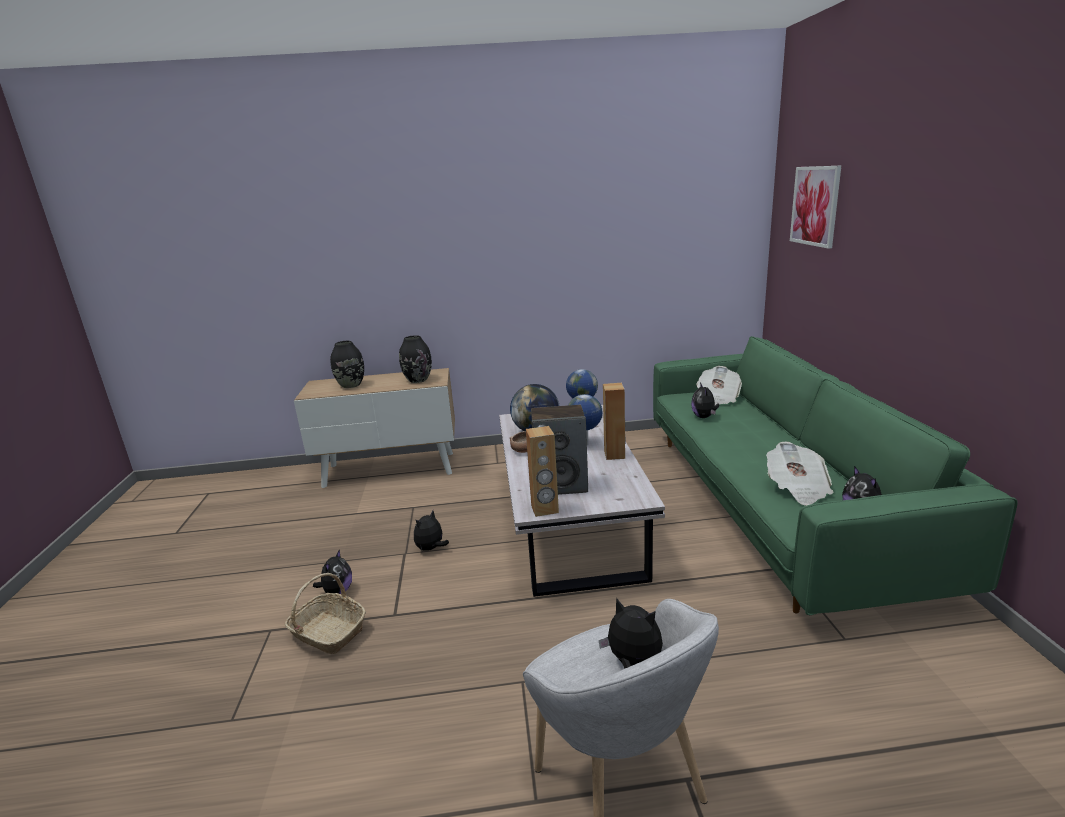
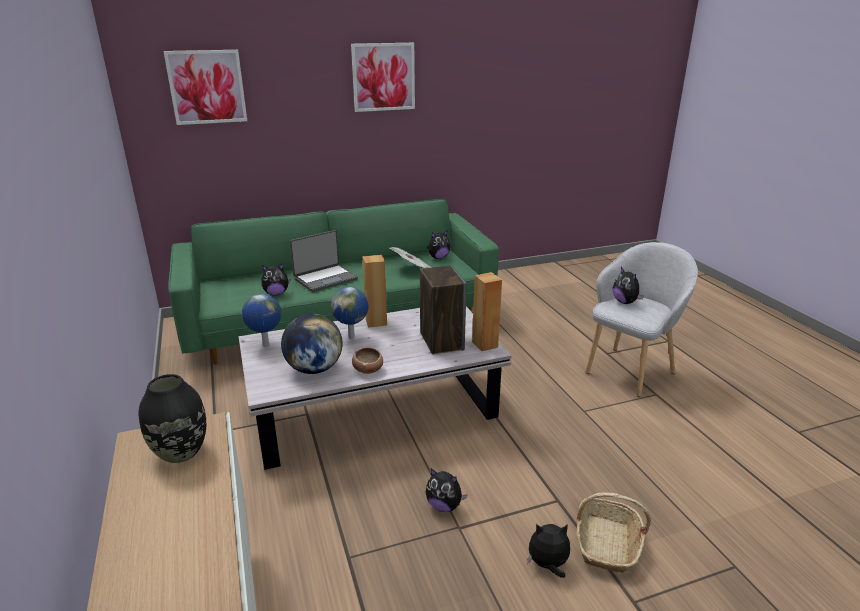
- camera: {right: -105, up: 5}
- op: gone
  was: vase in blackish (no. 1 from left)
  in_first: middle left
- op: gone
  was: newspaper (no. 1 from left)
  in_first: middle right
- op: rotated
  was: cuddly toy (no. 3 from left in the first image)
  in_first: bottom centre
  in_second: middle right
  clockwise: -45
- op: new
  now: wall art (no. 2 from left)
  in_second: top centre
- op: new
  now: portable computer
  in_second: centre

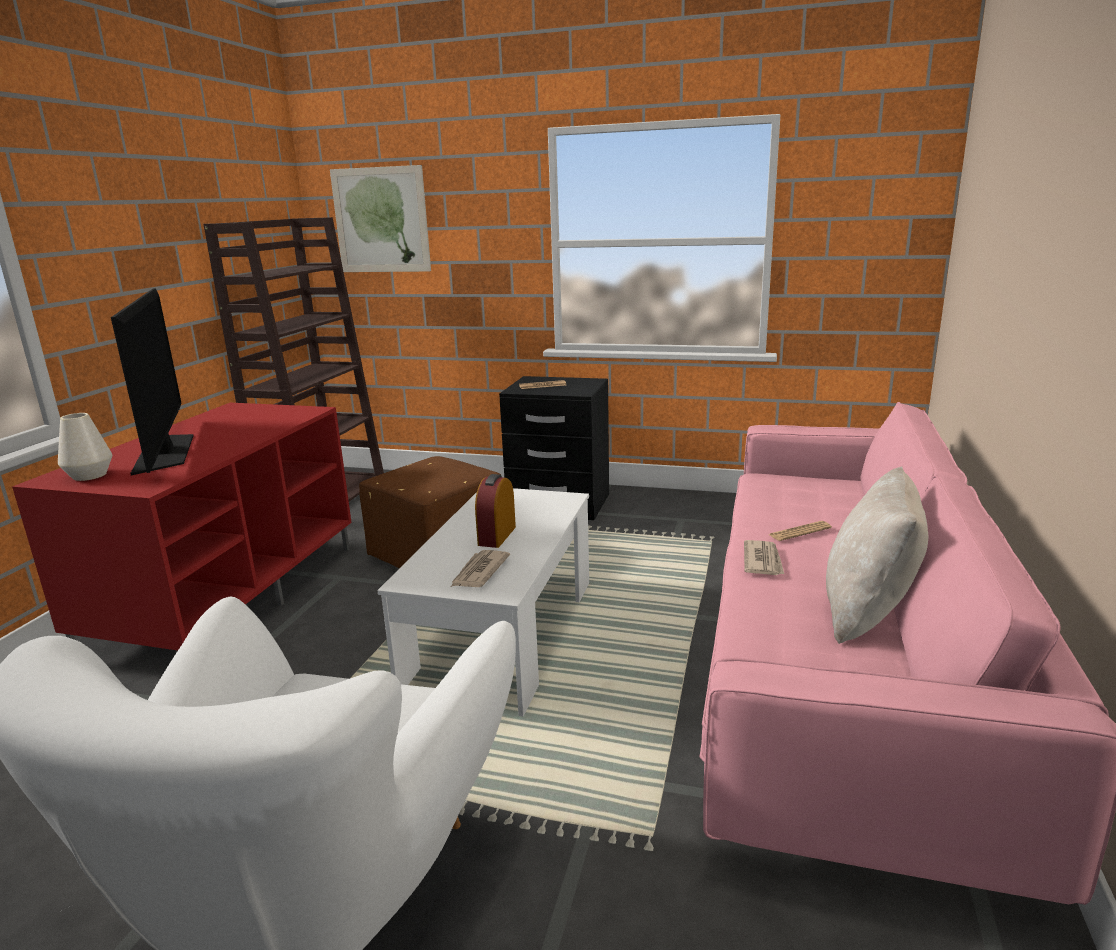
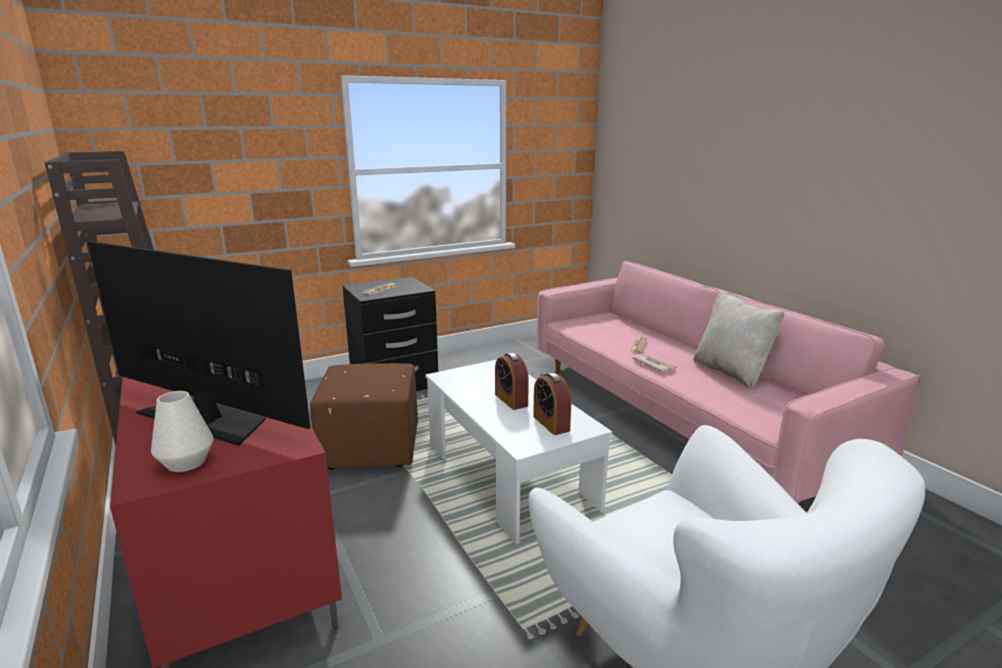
- camera: {right: -45, up: 0}
- op: gone
  was: wall art
  in_first: top centre
- op: swapped
  was: newspaper (no. 1 from left)
  now: table clock (no. 2 from left)
  in_first: centre
  in_second: centre

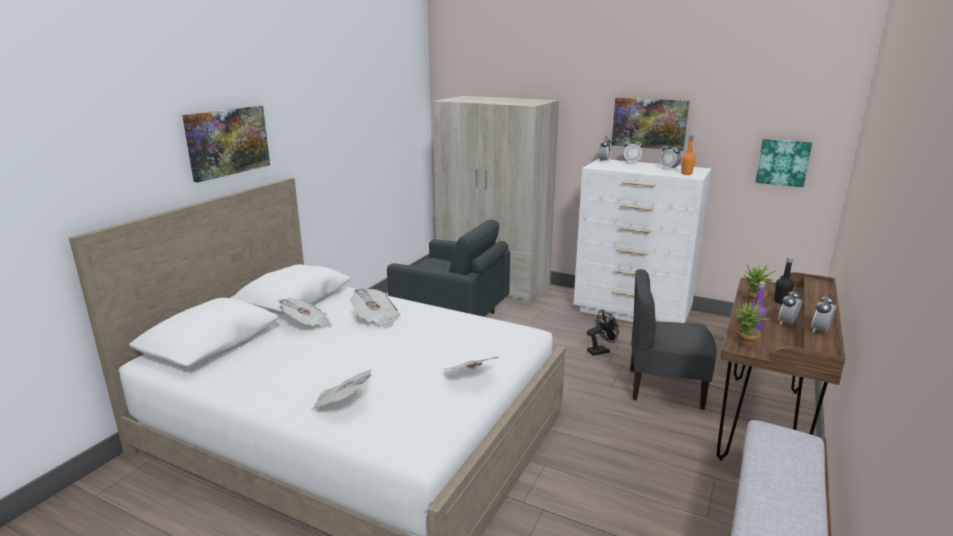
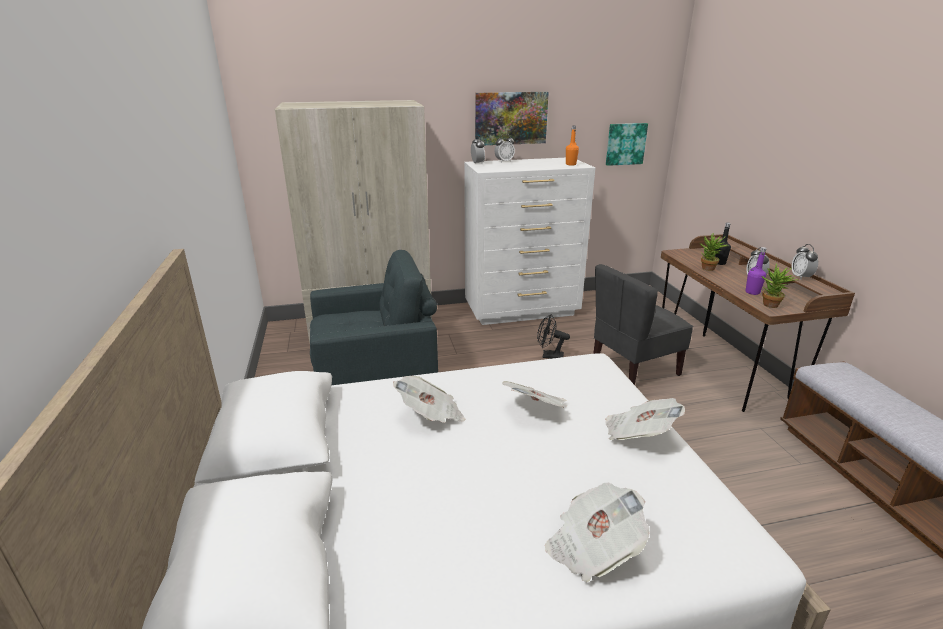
- camera: {right: -40, up: 5}
- op: gone
  was: wall art (no. 1 from left)
  in_first: top left
- op: gone
  was: table clock (no. 3 from left)
  in_first: top right
- op: shifted
  was: newspaper (no. 1 from left in the first image)
  now: newspaper (no. 2 from left)
  in_first: middle left
  in_second: centre
- op: rotated
  was: electric fan in blackish
  in_first: centre
  in_second: centre
  clockwise: -105

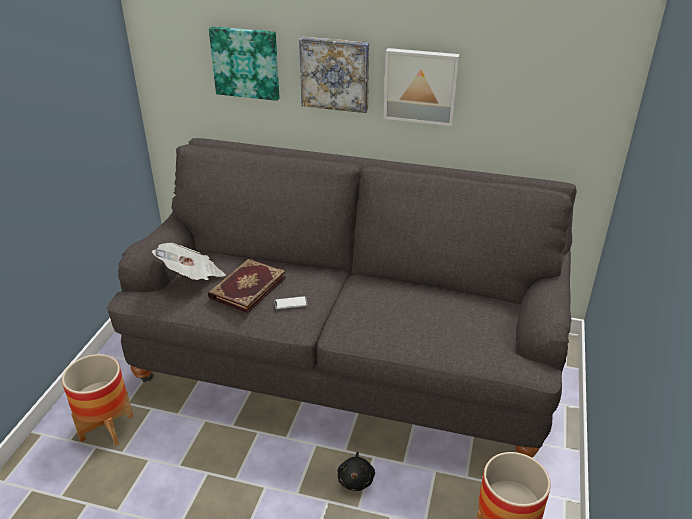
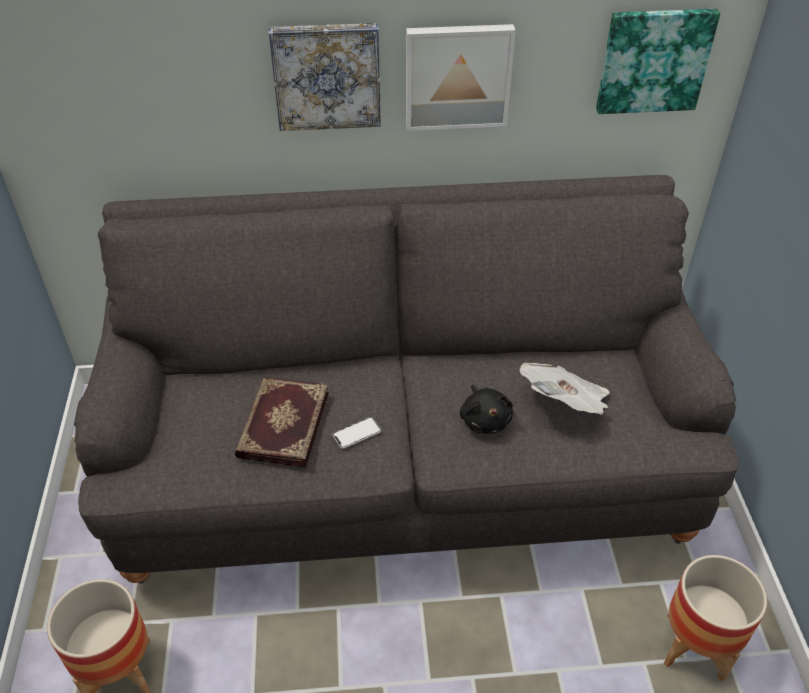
- camera: {right: -20, up: 10}
- op: shifted
  was: wall art (no. 1 from left in the first image)
  now: wall art (no. 3 from left)
  in_first: top centre
  in_second: top right
- op: shifted
  was: newspaper
  in_first: middle left
  in_second: middle right
- op: shifted
  was: cuddly toy in blackish
  in_first: bottom centre
  in_second: centre

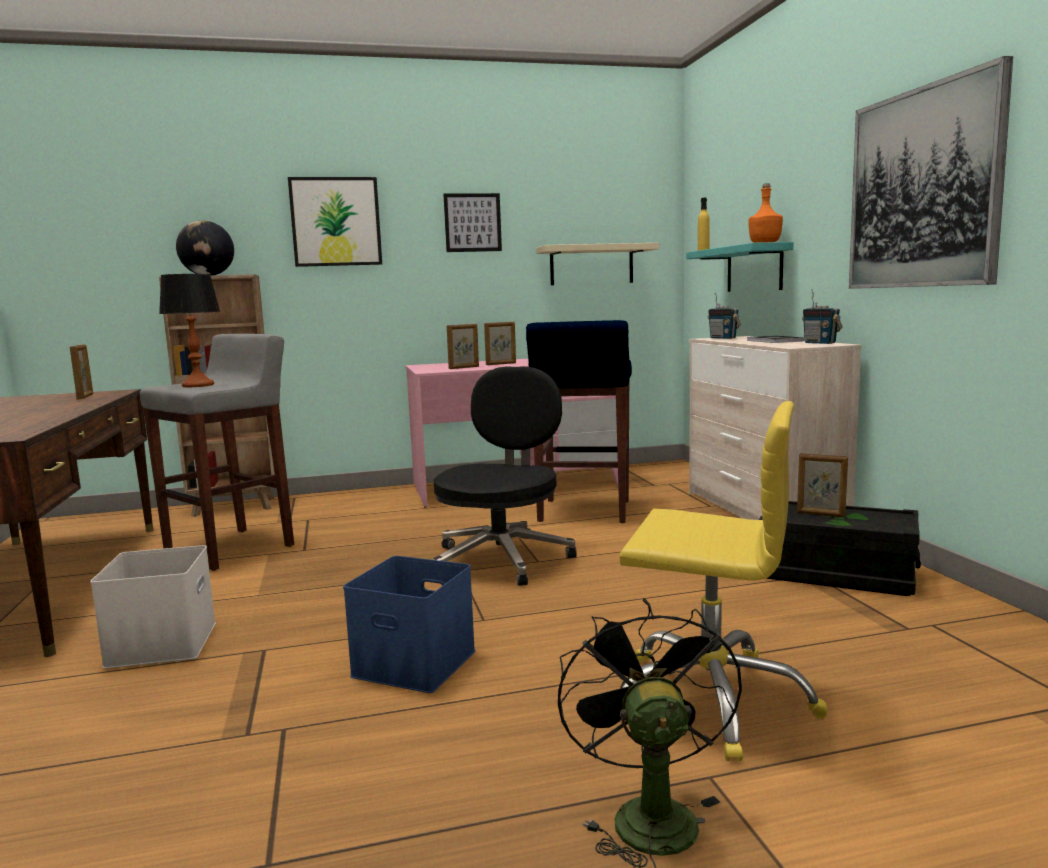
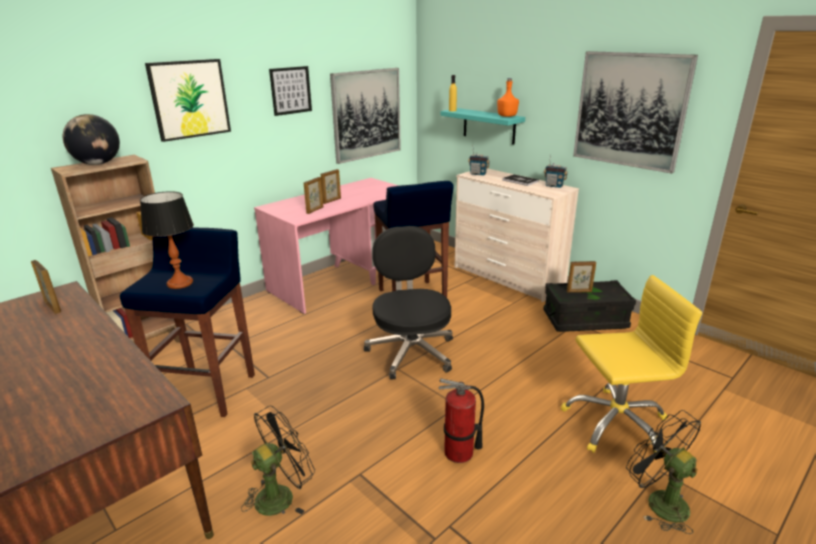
- camera: {right: -30, up: 15}
- op: swapped
  was: bracket shelf in beige
  now: wall art (no. 3 from left)
  in_first: top centre
  in_second: top centre
- op: repainted
  was: stool seat in greyish
  now: stool seat in bluish (no. 1 from left)
  in_first: middle left
  in_second: middle left
- op: swapped
  was: storage box in whitish
  now: electric fan in blackish (no. 1 from left)
  in_first: bottom left
  in_second: bottom centre
- op: swapped
  was: storage box in bluish
  now: extinguisher
  in_first: bottom centre
  in_second: bottom centre

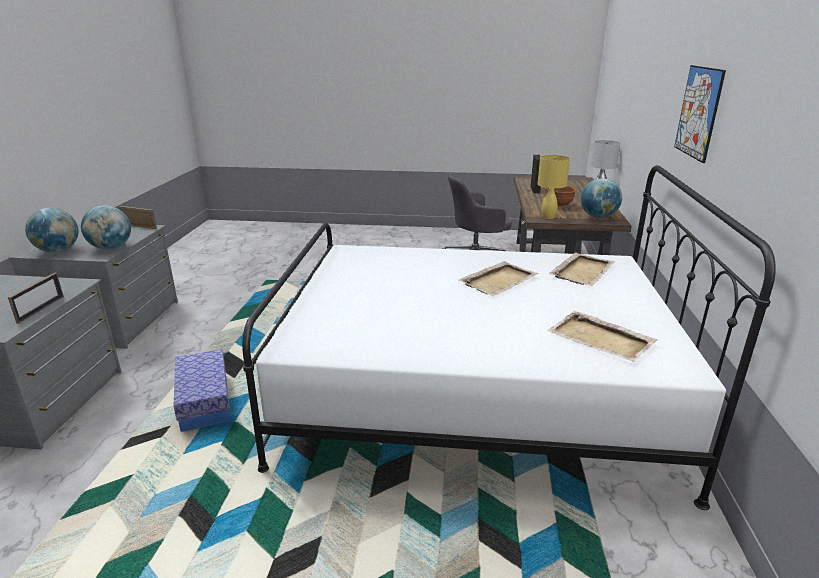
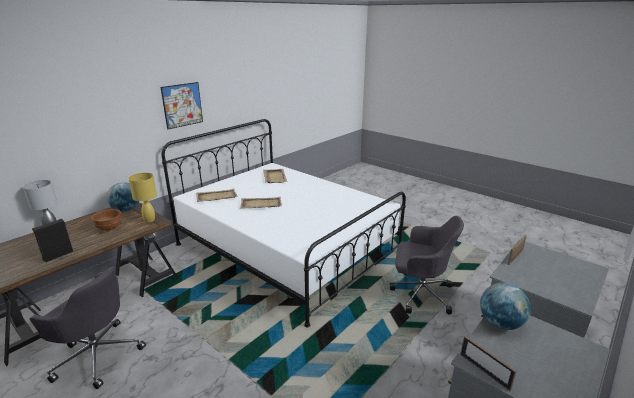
- camera: {right: -145, up: 0}
- op: gone
  was: globe (no. 1 from left)
  in_first: middle left
- op: swapped
  was: storage box
  now: desk chair in greyish (no. 2 from left)
  in_first: bottom left
  in_second: middle right

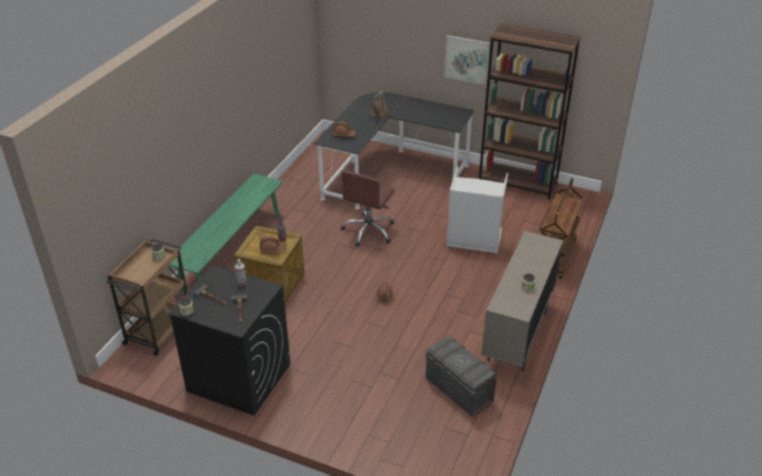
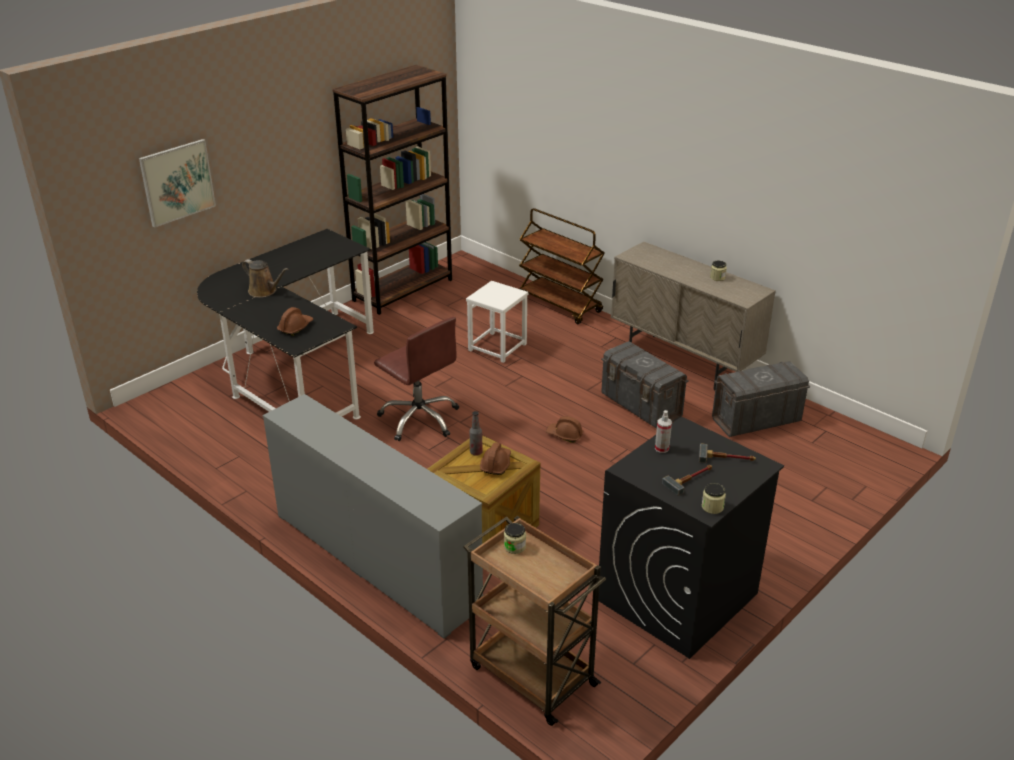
- camera: {right: -70, up: -5}
- op: shifted
  was: wall art
  in_first: top centre
  in_second: top left
- op: swapped
  was: washing basket in greyish
  now: stool seat in whitish
  in_first: centre
  in_second: centre
- op: swapped
  was: long seat in green
  now: drawer chest in greyish
  in_first: middle left
  in_second: bottom centre
- op: new
  now: storage box in greyish (no. 1 from left)
  in_second: centre

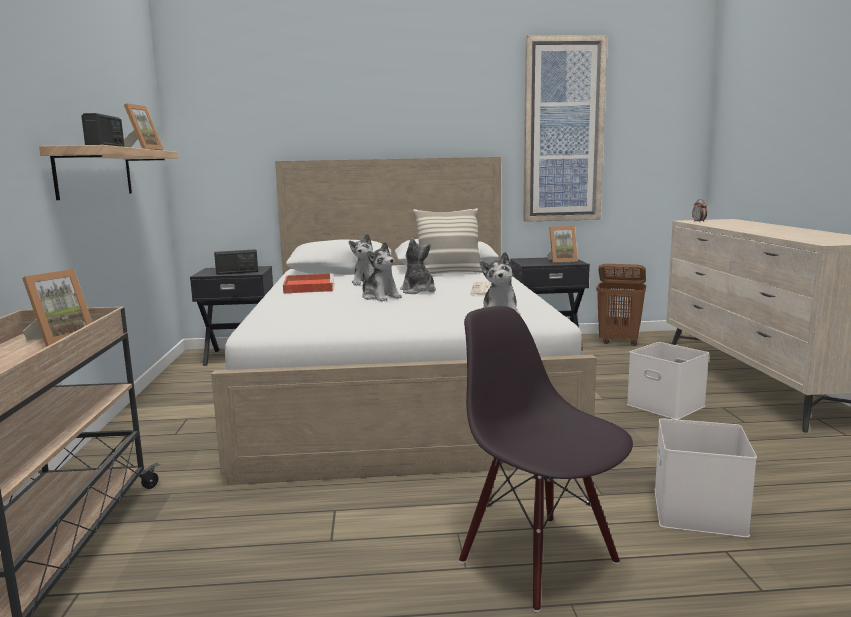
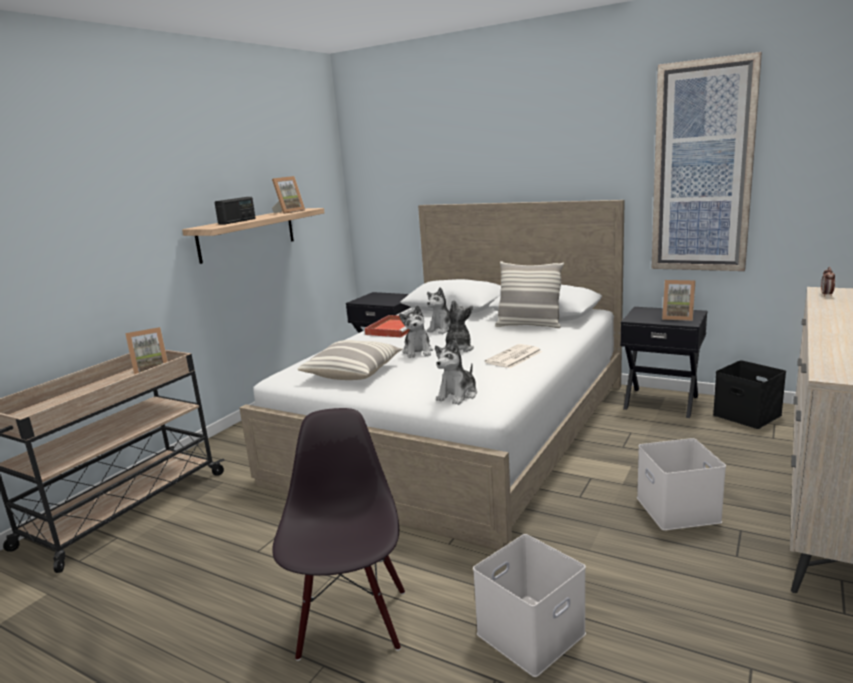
- camera: {right: 35, up: 5}
- op: gone
  was: radio receiver (no. 2 from left)
  in_first: middle left
- op: swapped
  was: washing basket in brown
  now: storage box in blackish
  in_first: middle right
  in_second: middle right
- op: new
  now: pillow (no. 1 from left)
  in_second: centre

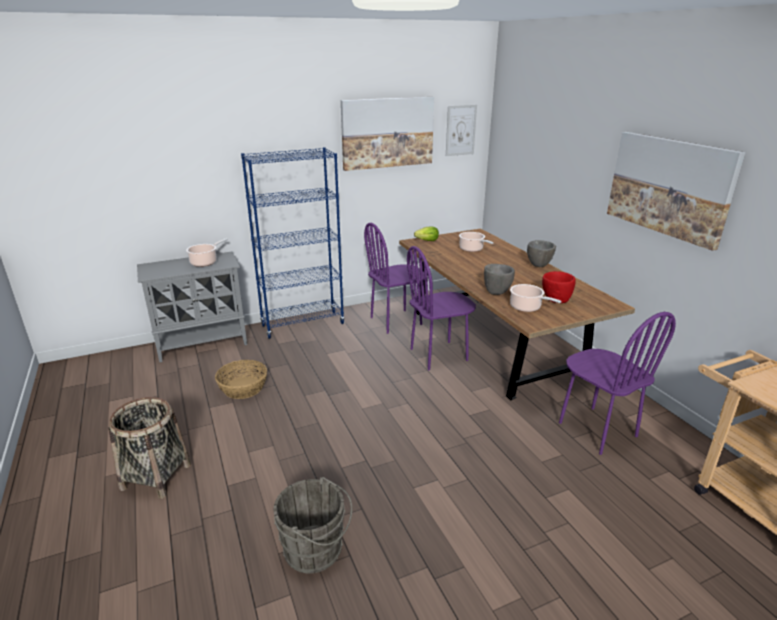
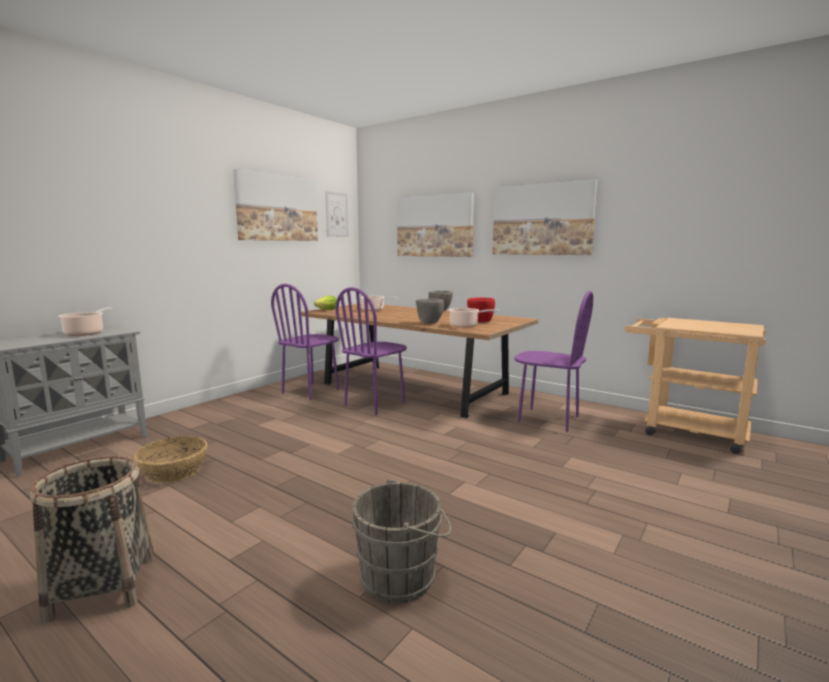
- camera: {right: -30, up: -15}
- op: gone
  was: shelving unit in bluish
  in_first: centre
- op: new
  now: wall art (no. 3 from left)
  in_second: top centre

